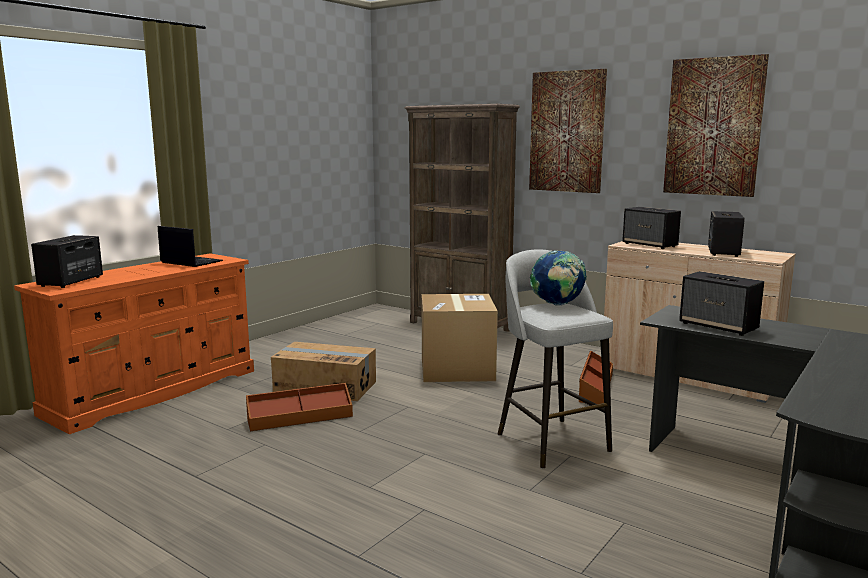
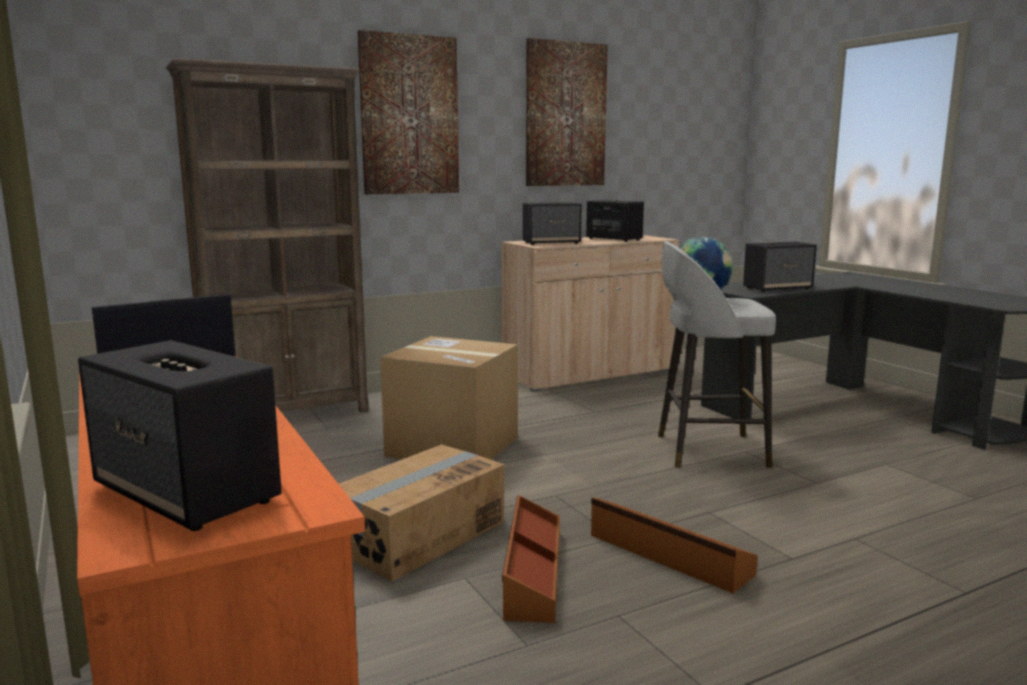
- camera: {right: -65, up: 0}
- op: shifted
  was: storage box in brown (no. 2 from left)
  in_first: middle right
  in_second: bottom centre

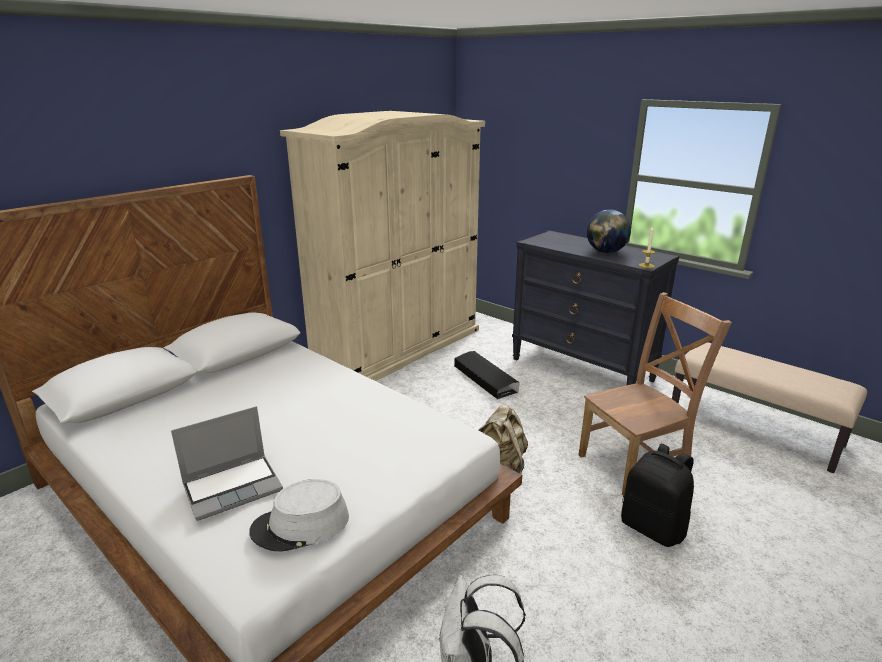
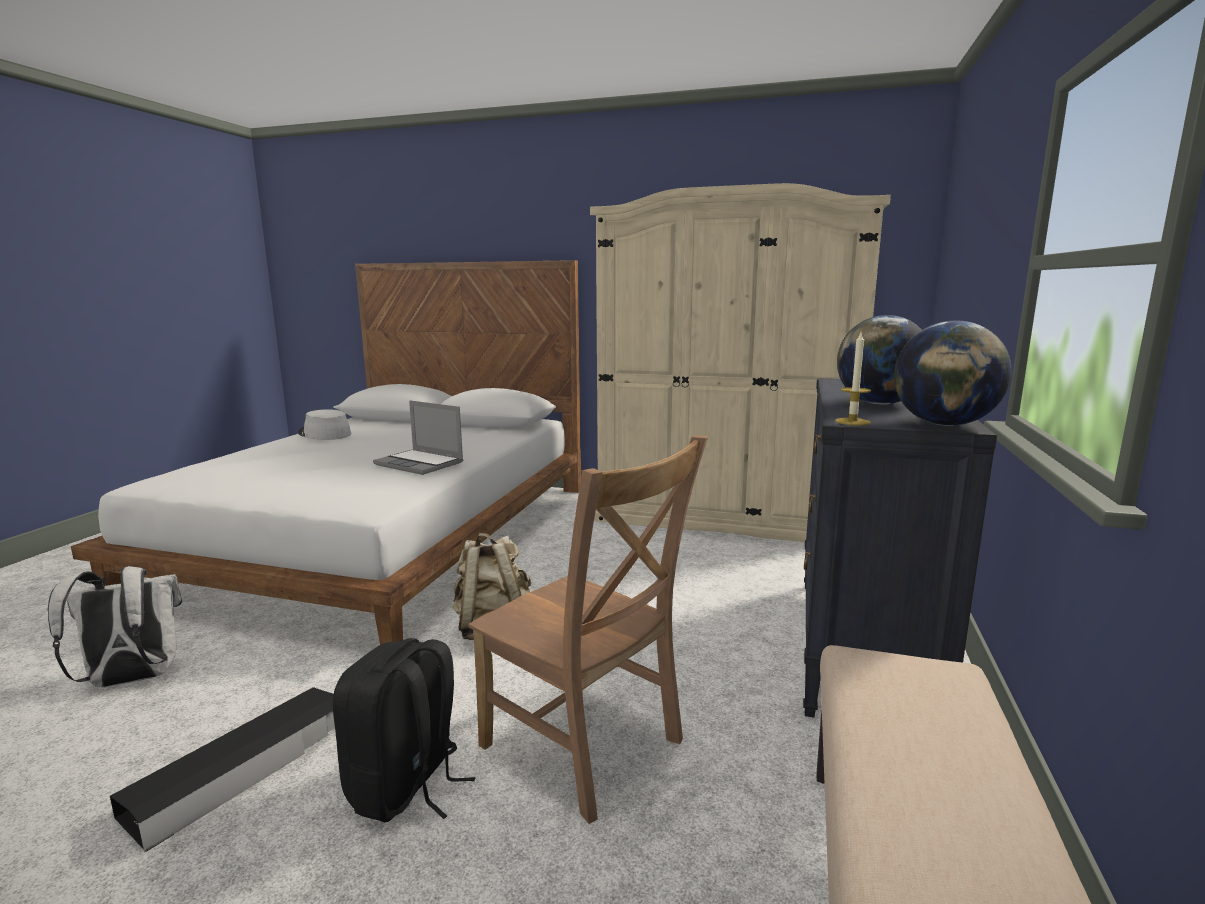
- camera: {right: 65, up: -10}
- op: shifted
  was: storage box in blackish
  in_first: centre
  in_second: bottom left
- op: shifted
  was: portable computer
  in_first: bottom left
  in_second: centre
- op: shifted
  was: wearable hat in greyish
  in_first: bottom centre
  in_second: middle left
- op: new
  now: globe (no. 2 from left)
  in_second: middle right

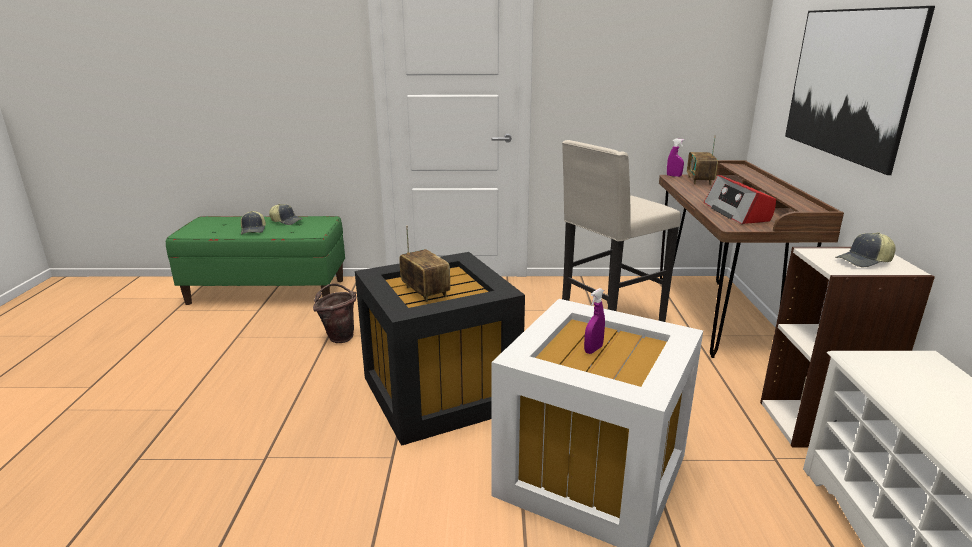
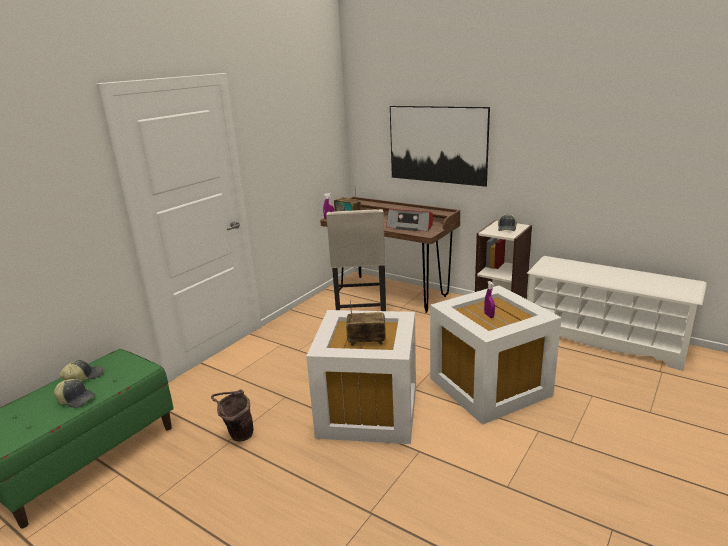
- camera: {right: -55, up: 0}
- op: repainted
  was: storage box in blackish
  now: storage box in whitish (no. 1 from left)
  in_first: centre
  in_second: bottom centre

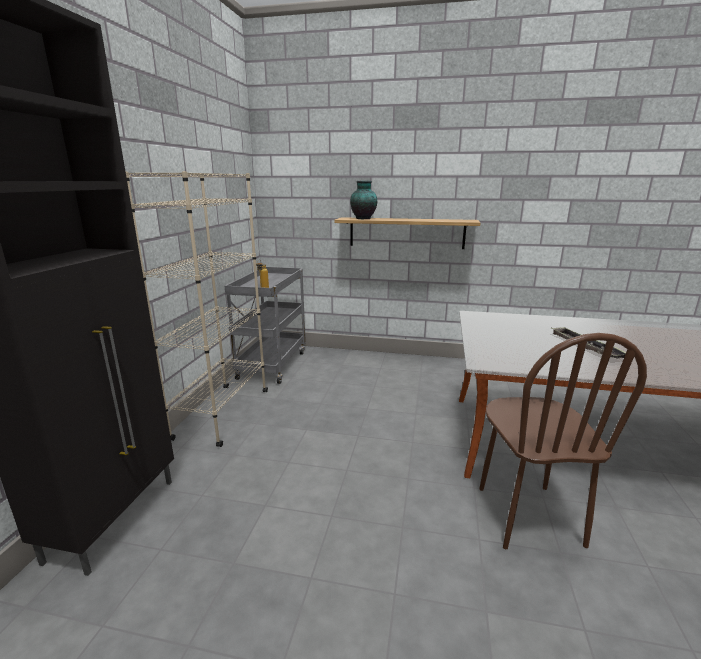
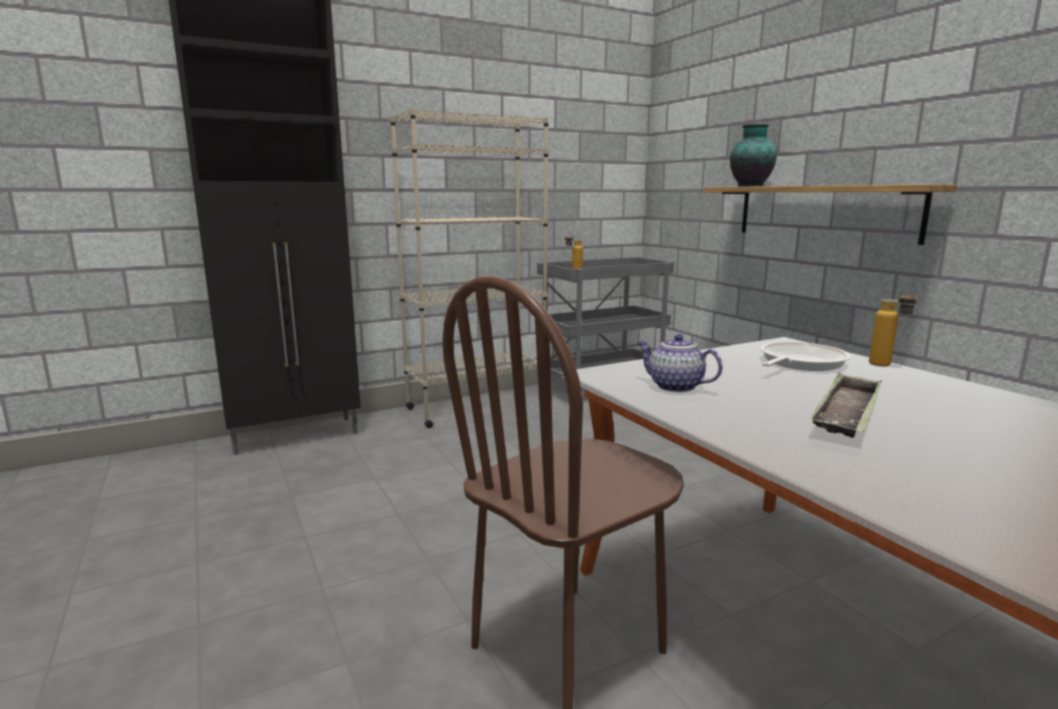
- camera: {right: 50, up: -5}
- op: new
  now: beverage bottle (no. 2 from left)
  in_second: middle right
- op: new
  now: pot for tea
  in_second: centre
- op: new
  now: frying pan
  in_second: middle right

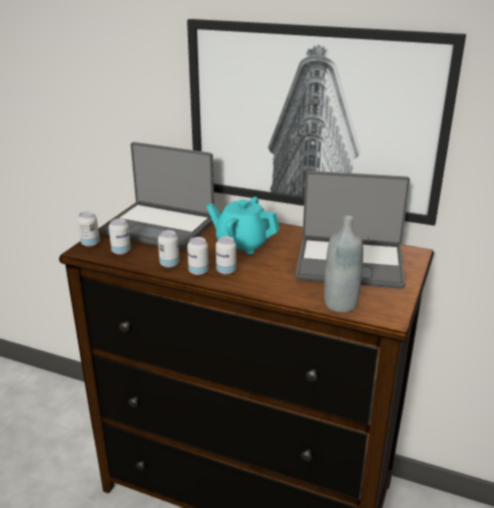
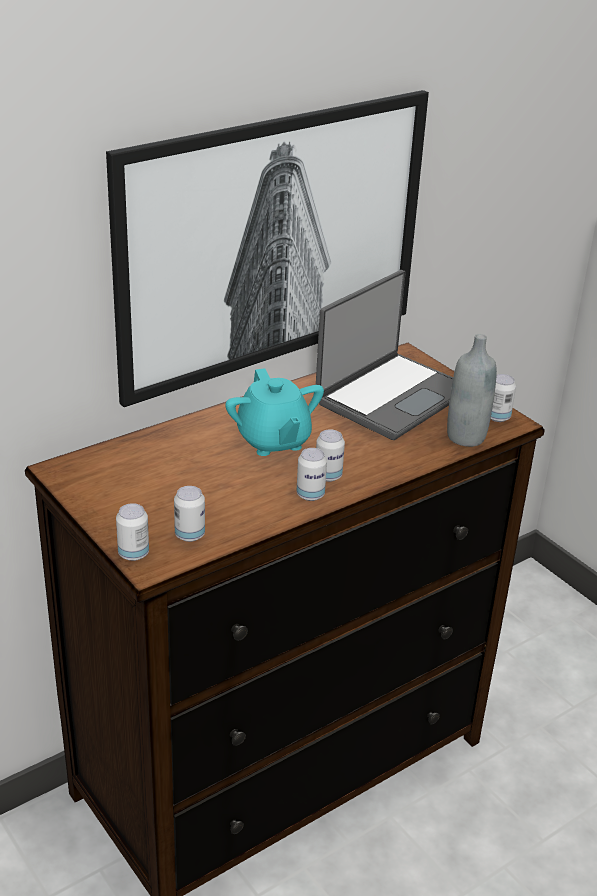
- camera: {right: -60, up: 5}
- op: gone
  was: portable computer (no. 1 from left)
  in_first: middle left
- op: rotated
  was: pot for tea in turquoise-coloured
  in_first: centre
  in_second: centre
  clockwise: -75
- op: shifted
  was: sealed can (no. 3 from left in the first image)
  now: sealed can (no. 5 from left)
  in_first: centre
  in_second: middle right

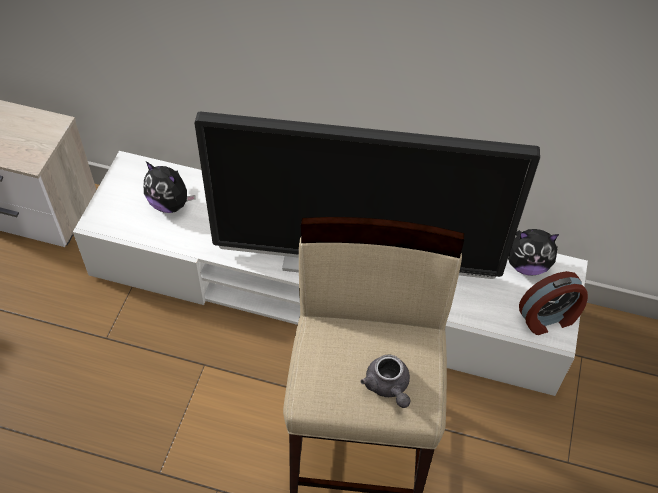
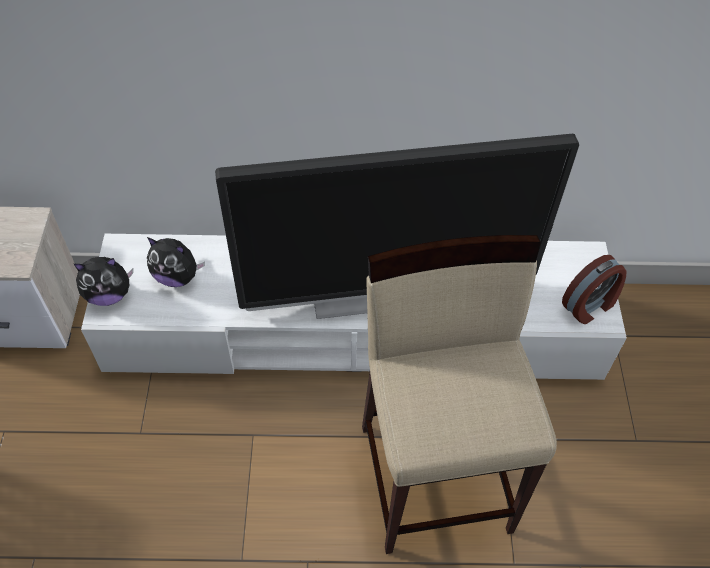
- camera: {right: -15, up: 0}
- op: shifted
  was: cuddly toy (no. 2 from left in the first image)
  now: cuddly toy (no. 1 from left)
  in_first: middle right
  in_second: middle left
- op: gone
  was: pot for tea in greyish
  in_first: bottom centre

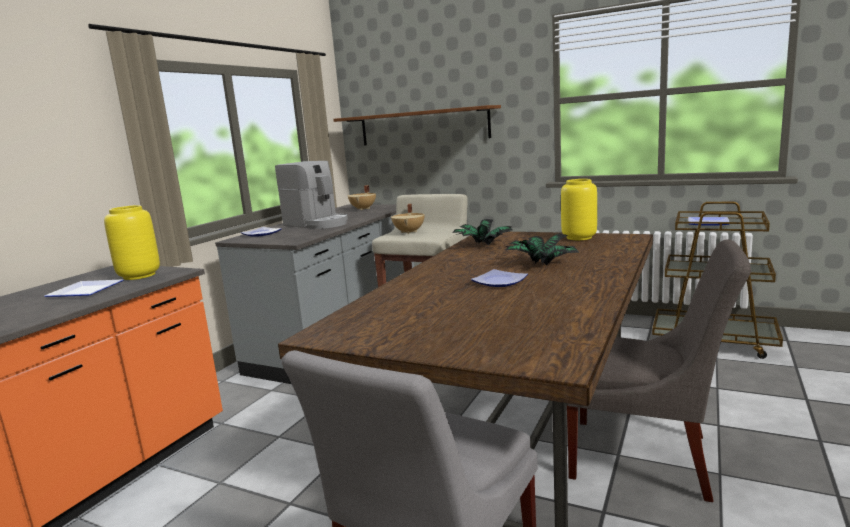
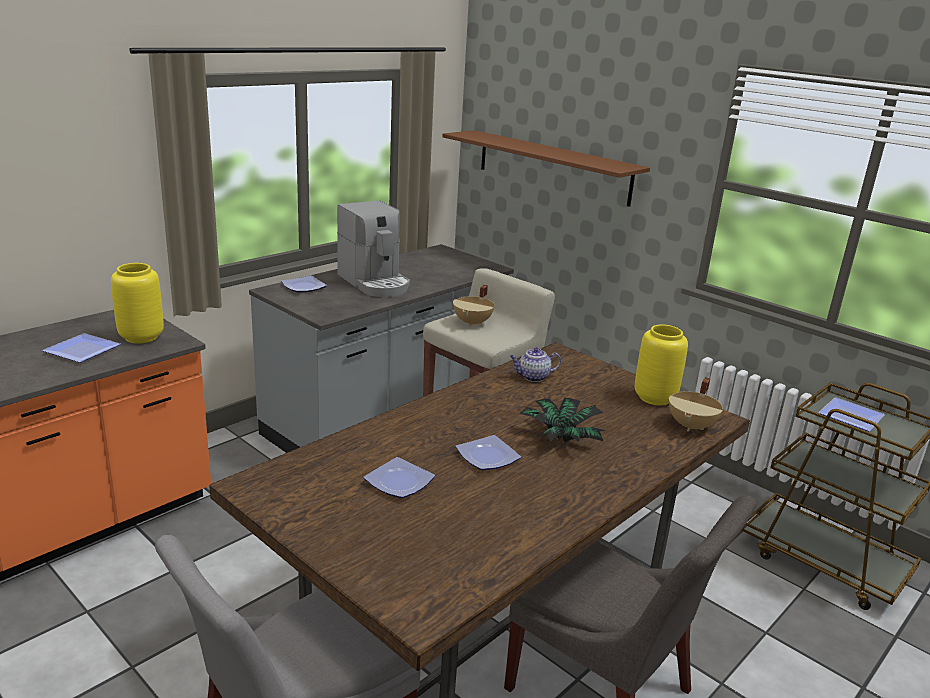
- camera: {right: 15, up: 10}
- op: shifted
  was: saucepot in beige (no. 1 from left in the first image)
  now: saucepot in beige (no. 2 from left)
  in_first: centre
  in_second: middle right
- op: swapped
  was: plant in a pot (no. 1 from left)
  now: pot for tea
  in_first: centre
  in_second: centre
- op: new
  now: plate (no. 3 from left)
  in_second: bottom centre

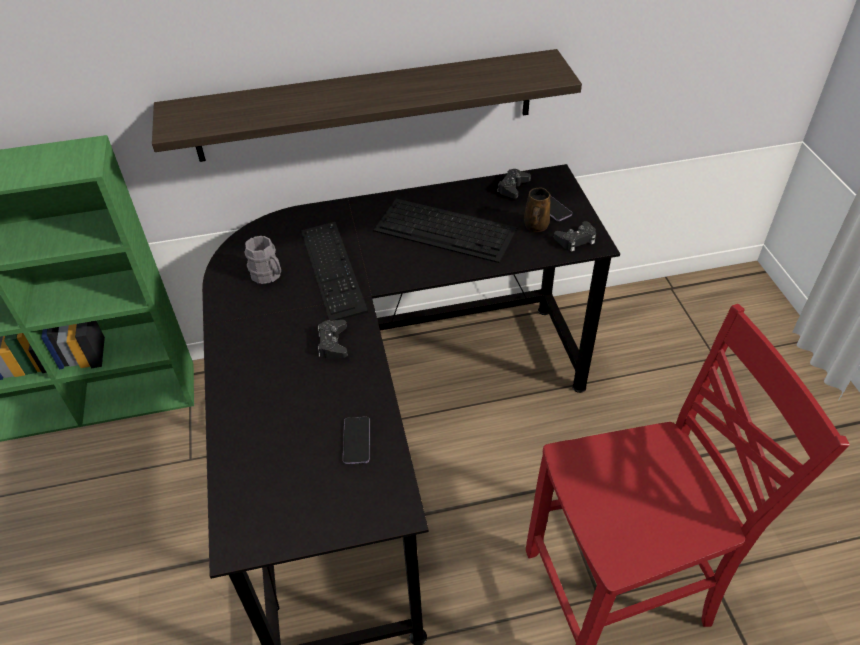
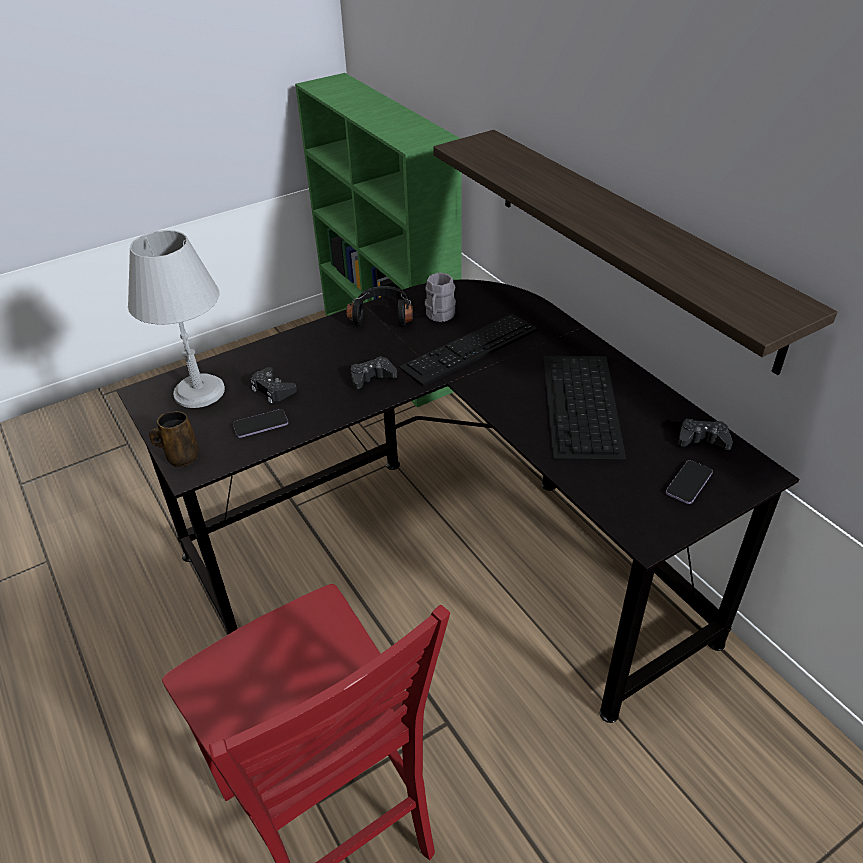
- camera: {right: 70, up: -5}
- op: shifted
  was: mug in brown
  in_first: top centre
  in_second: middle left
- op: shifted
  was: game controller in blackish (no. 3 from left in the first image)
  now: game controller in blackish (no. 1 from left)
  in_first: middle right
  in_second: middle left
- op: new
  now: table lamp in greyish
  in_second: middle left
- op: new
  now: headphones in blackish
  in_second: centre

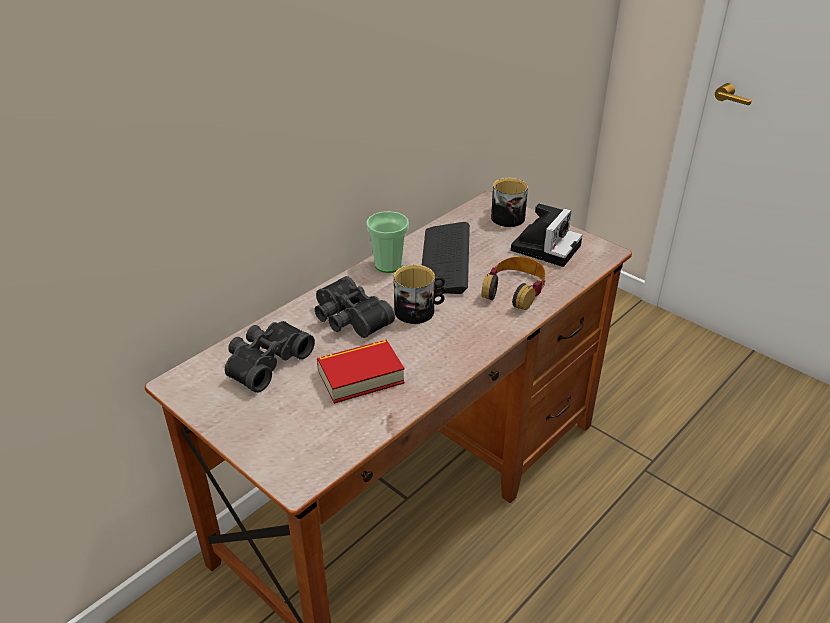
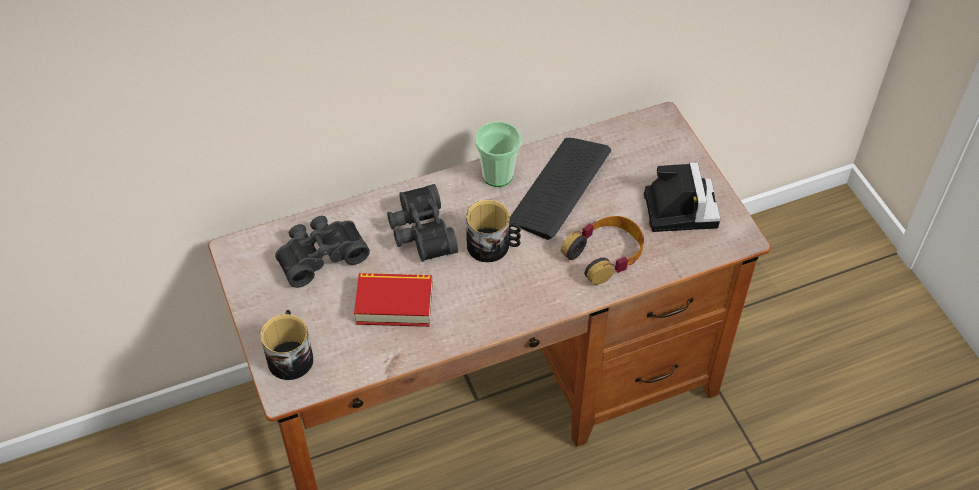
- camera: {right: 25, up: 15}
- op: shifted
  was: mug (no. 2 from left in the first image)
  now: mug (no. 1 from left)
  in_first: top centre
  in_second: bottom left
- op: rotated
  was: photo camera
  in_first: centre
  in_second: middle right
  clockwise: -60

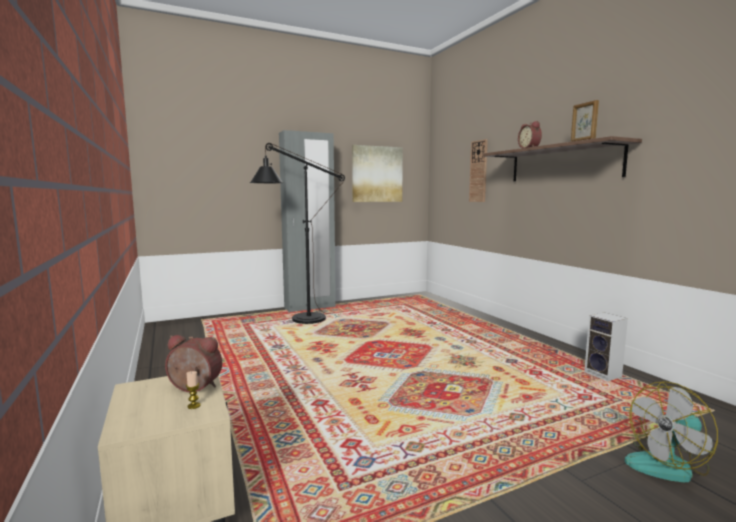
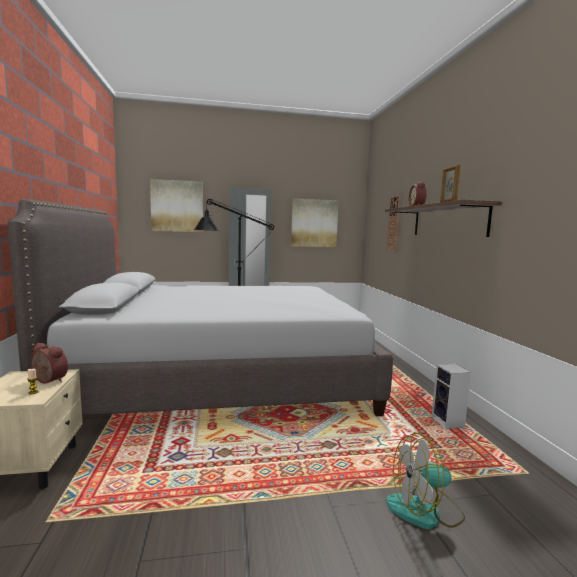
- camera: {right: 15, up: 0}
- op: new
  now: wall art (no. 1 from left)
  in_second: middle left
- op: new
  now: bed in greyish
  in_second: centre

